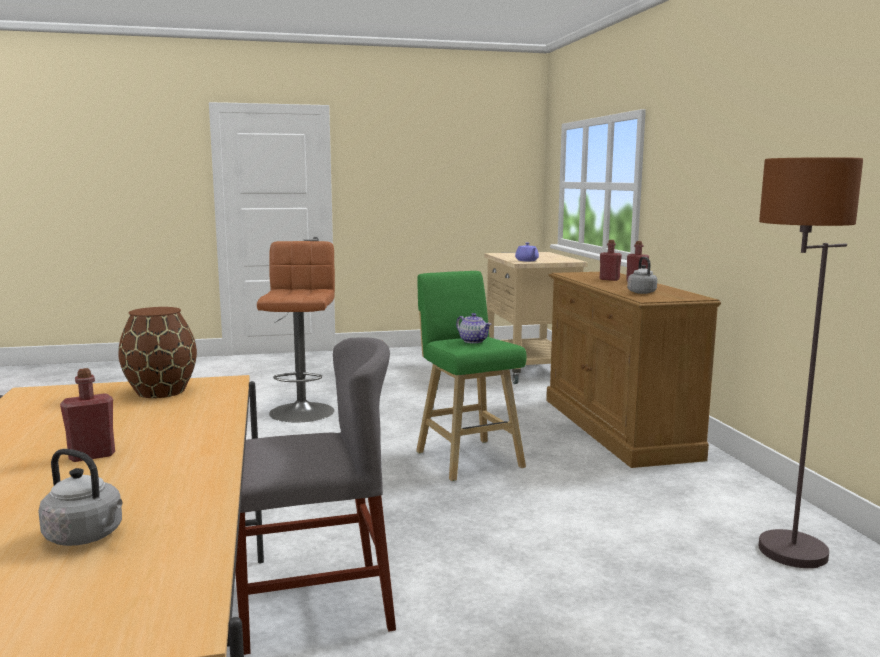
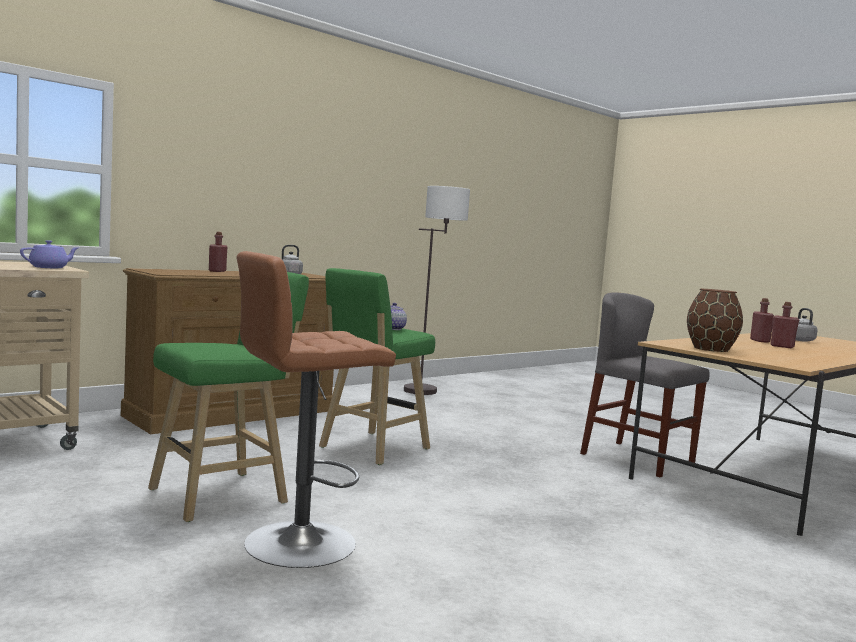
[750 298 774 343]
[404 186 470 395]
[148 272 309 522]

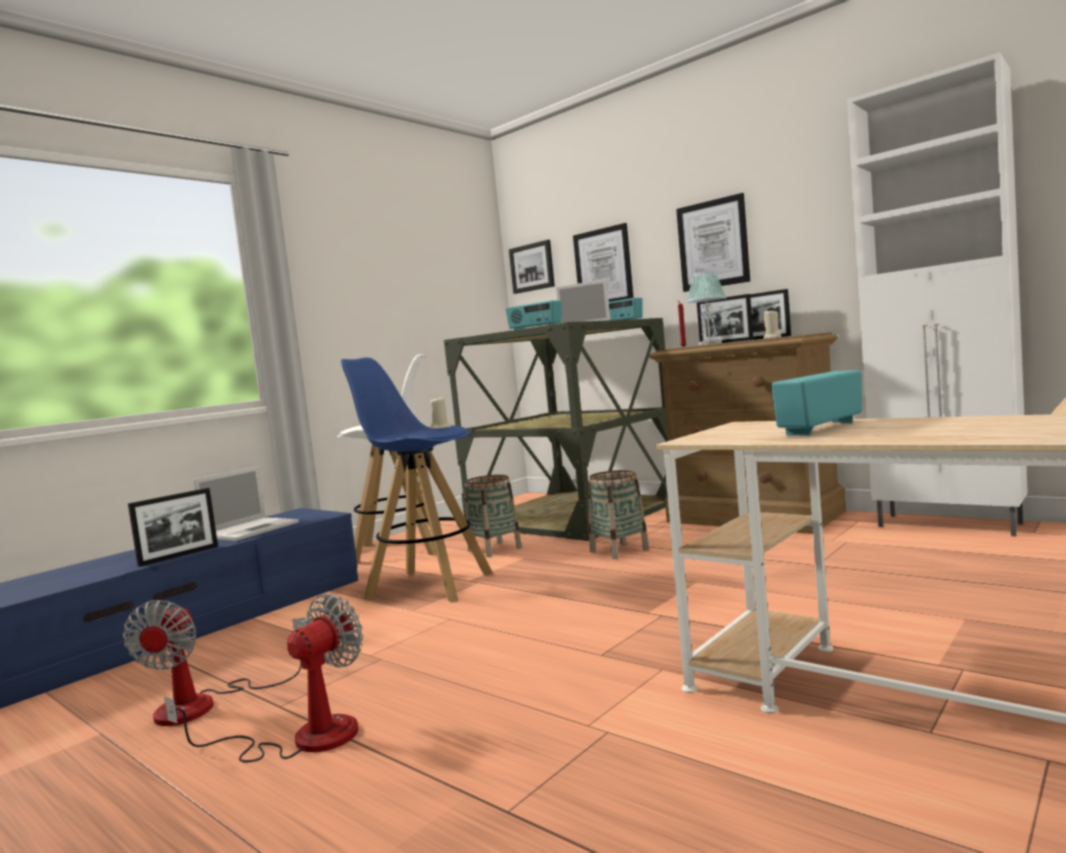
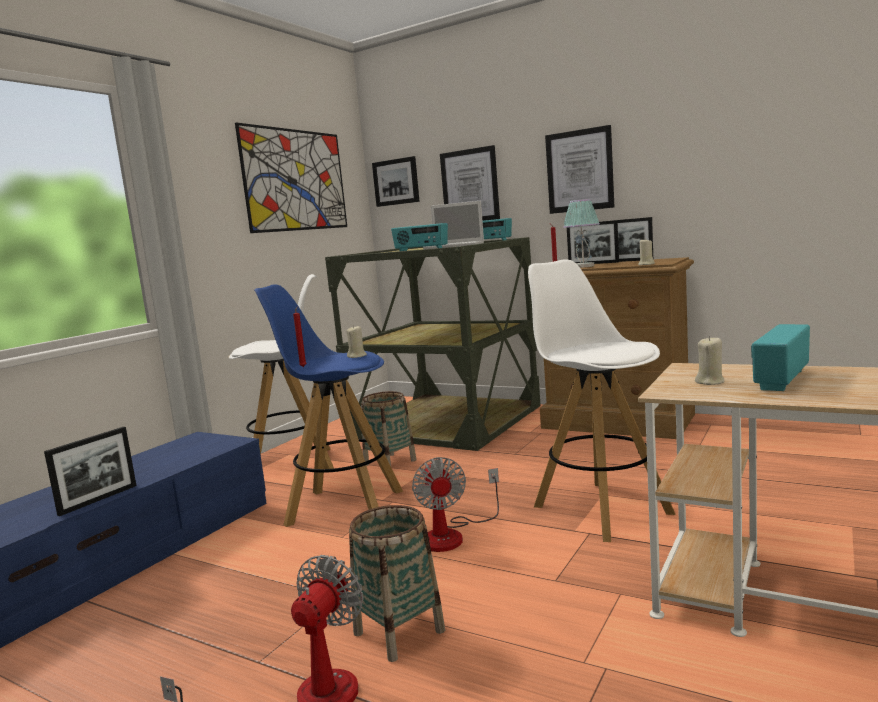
[412 457 499 552]
[193 466 299 541] (first image)
[349 505 445 662]
[847 52 1028 536] (first image)
[235 122 347 233]
[293 307 307 367]
[528 259 676 542]
[695 336 725 385]

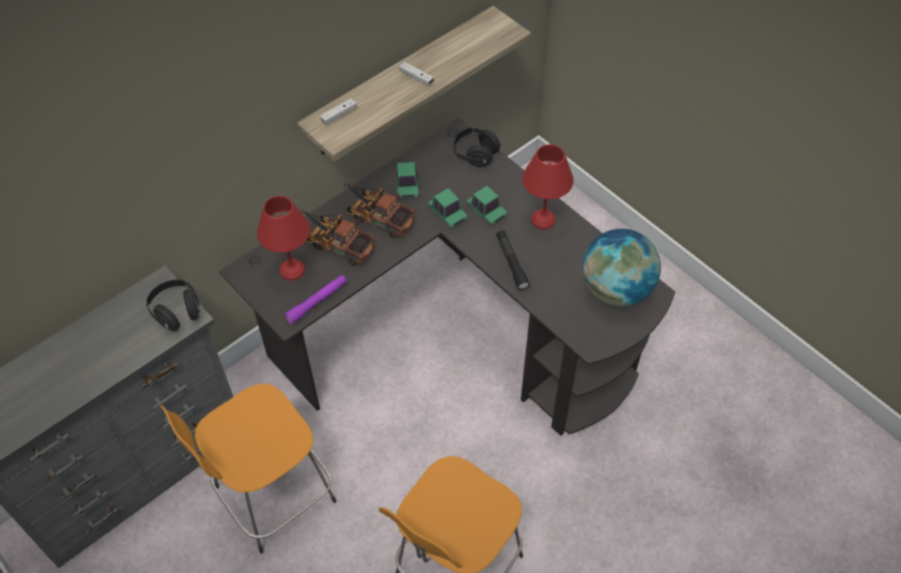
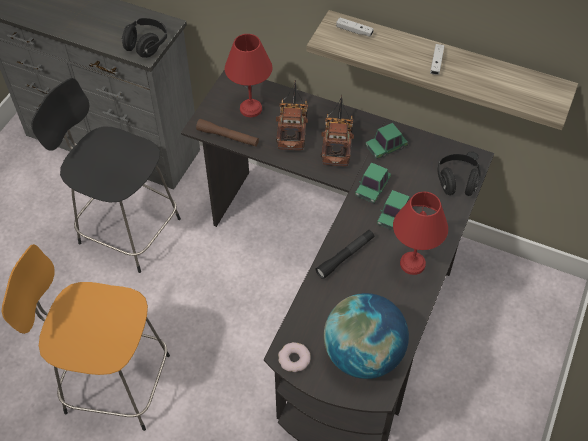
[31 78 181 273]
[196 119 259 147]
[278 342 311 372]

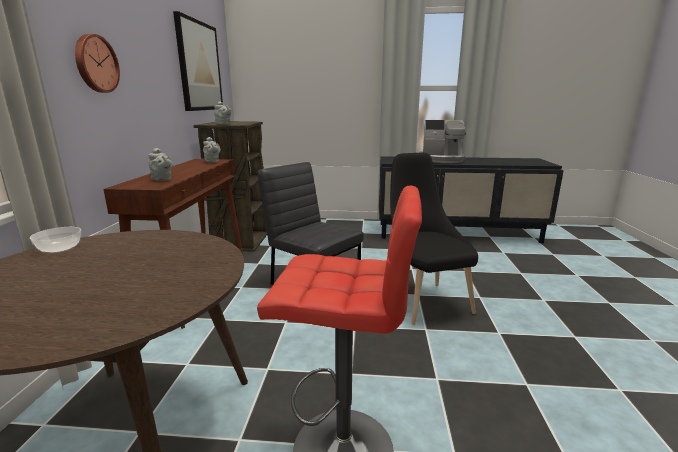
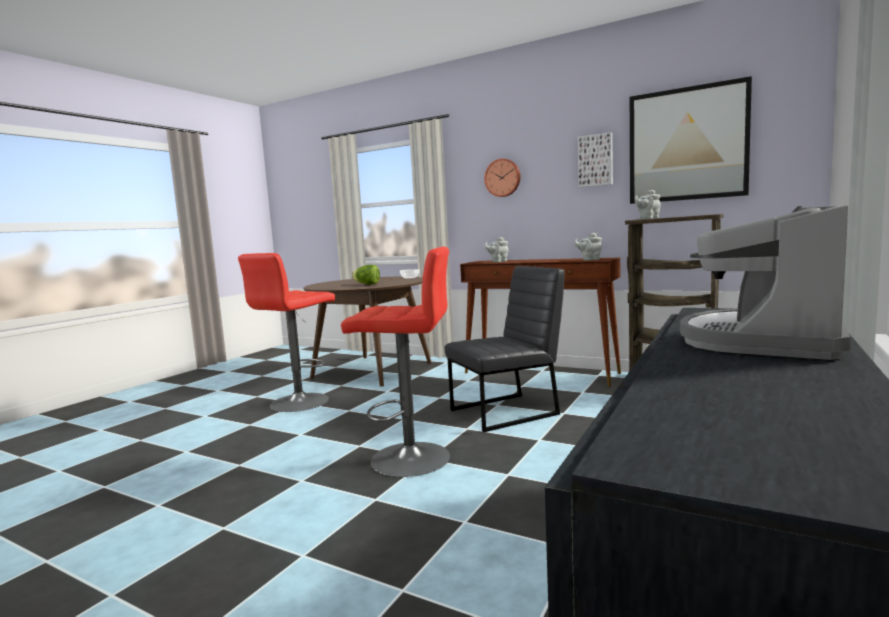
[341 246 450 477]
[352 265 380 284]
[578 132 613 187]

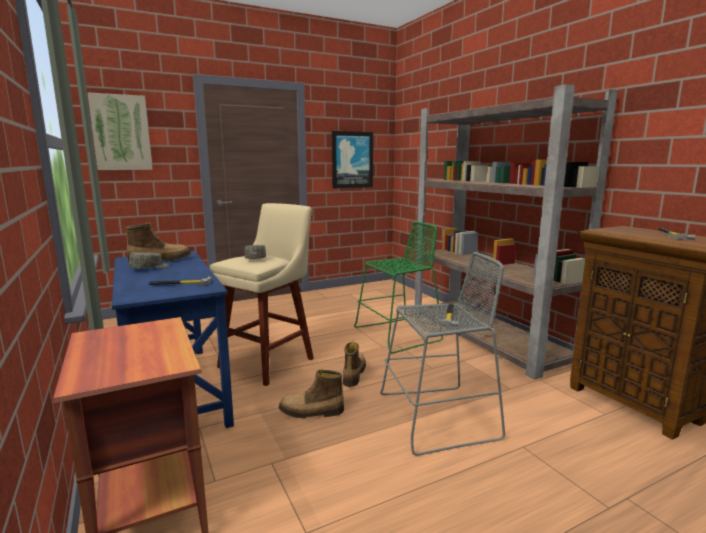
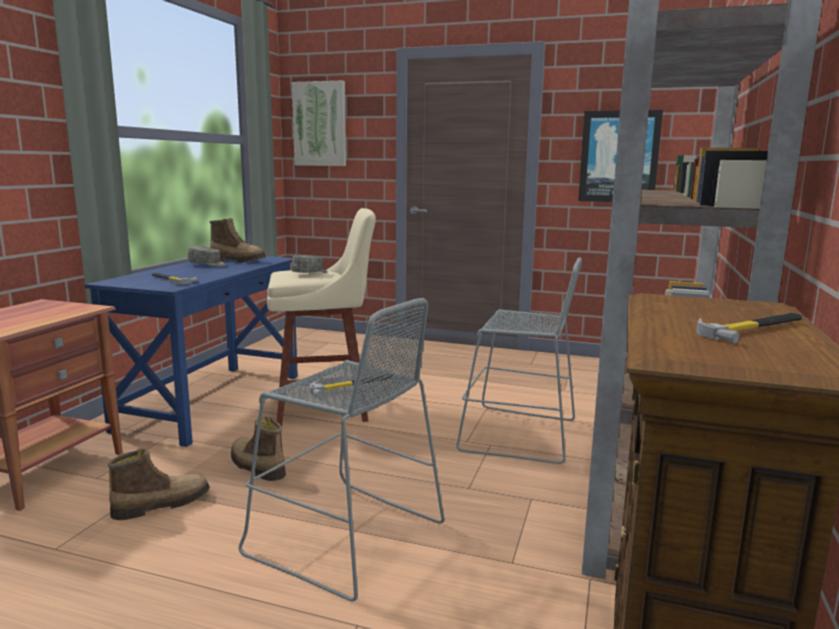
[108 449 210 520]
[456 257 582 464]

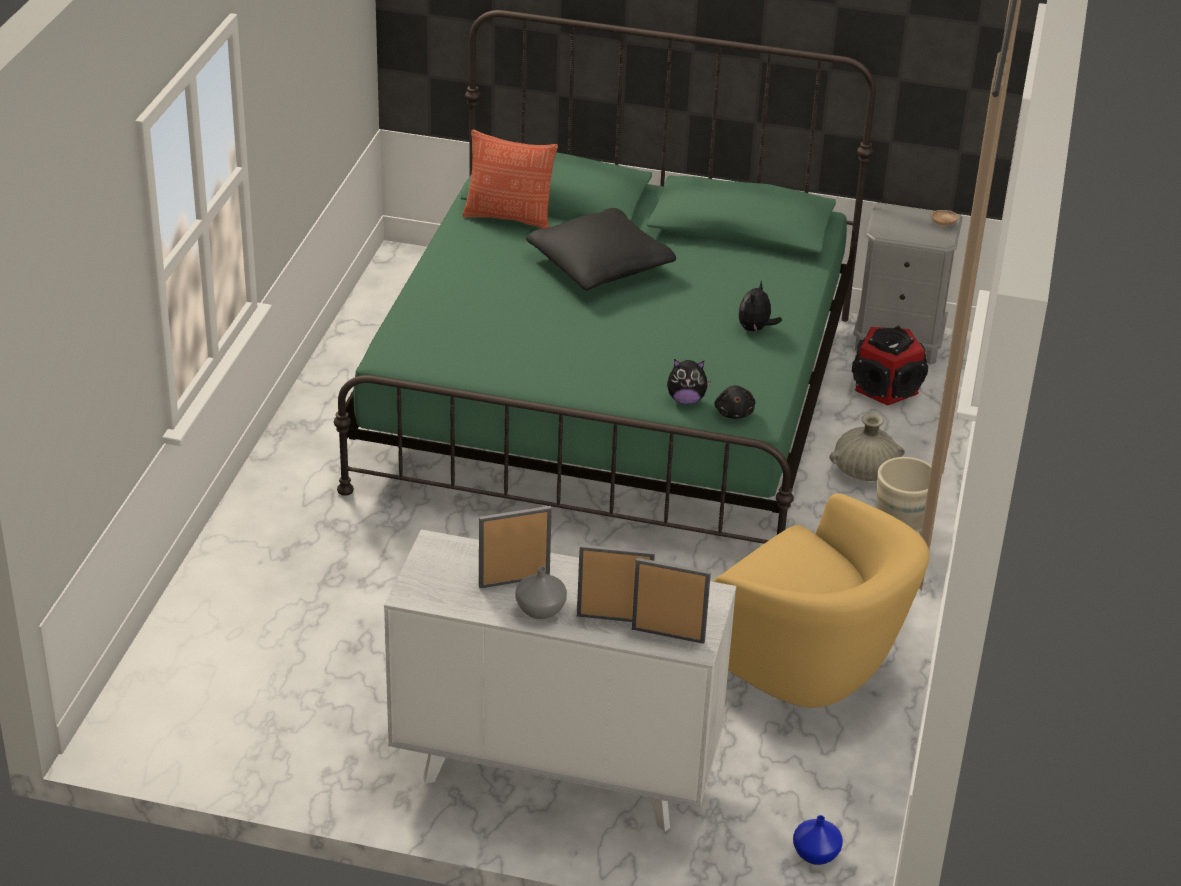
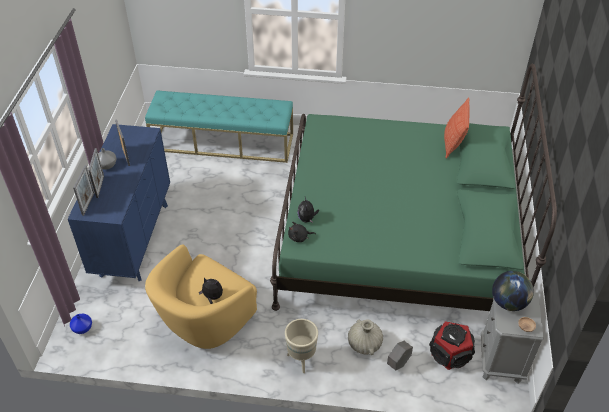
[68 124 170 281]
[526 208 676 290] (first image)
[199 278 223 304]
[145 90 293 163]
[387 341 413 370]
[492 271 534 311]

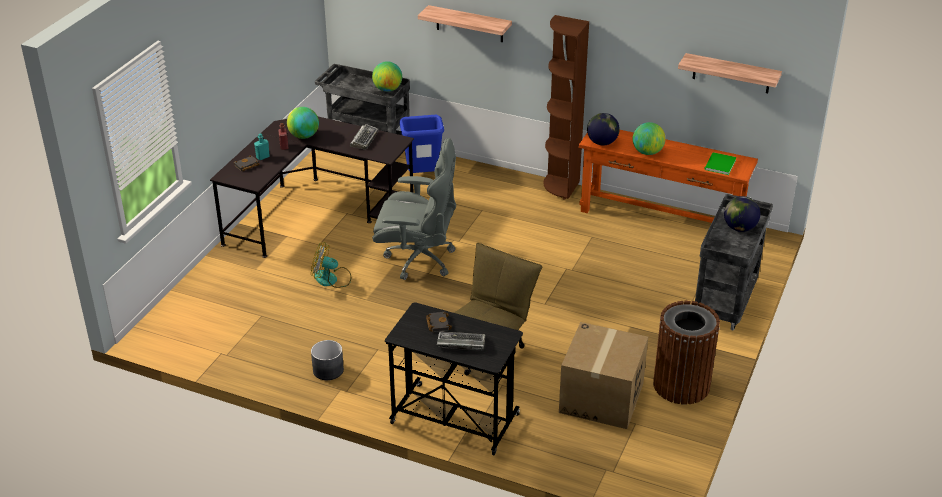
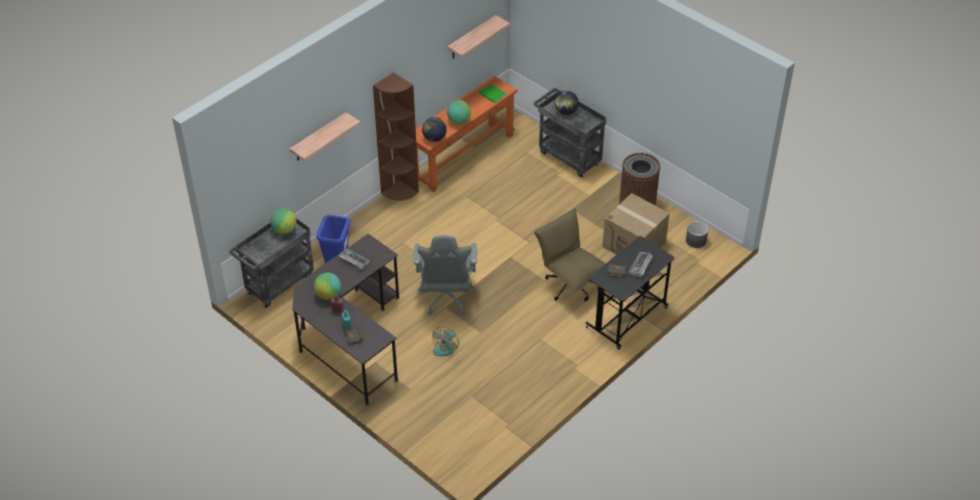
[686 221 709 248]
[414 235 477 315]

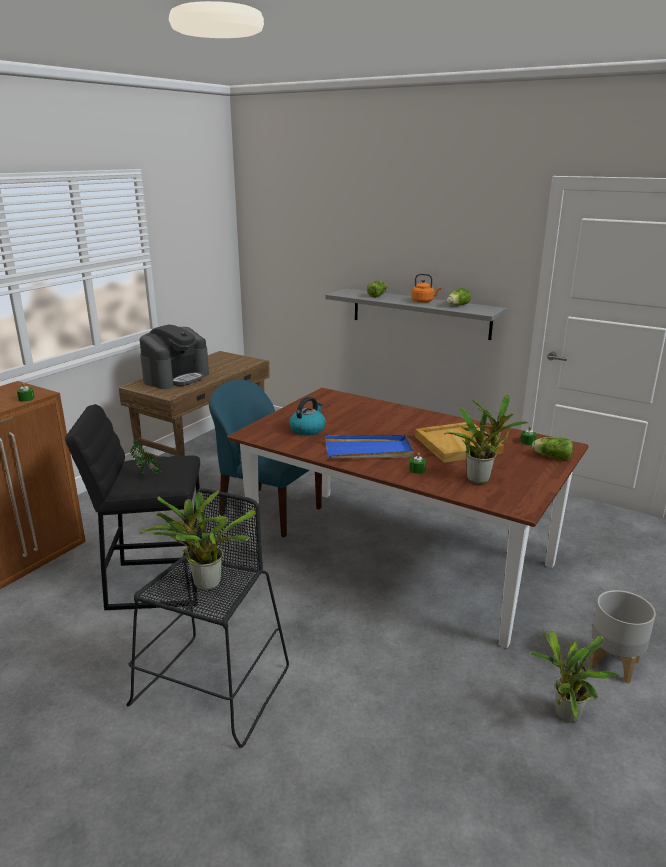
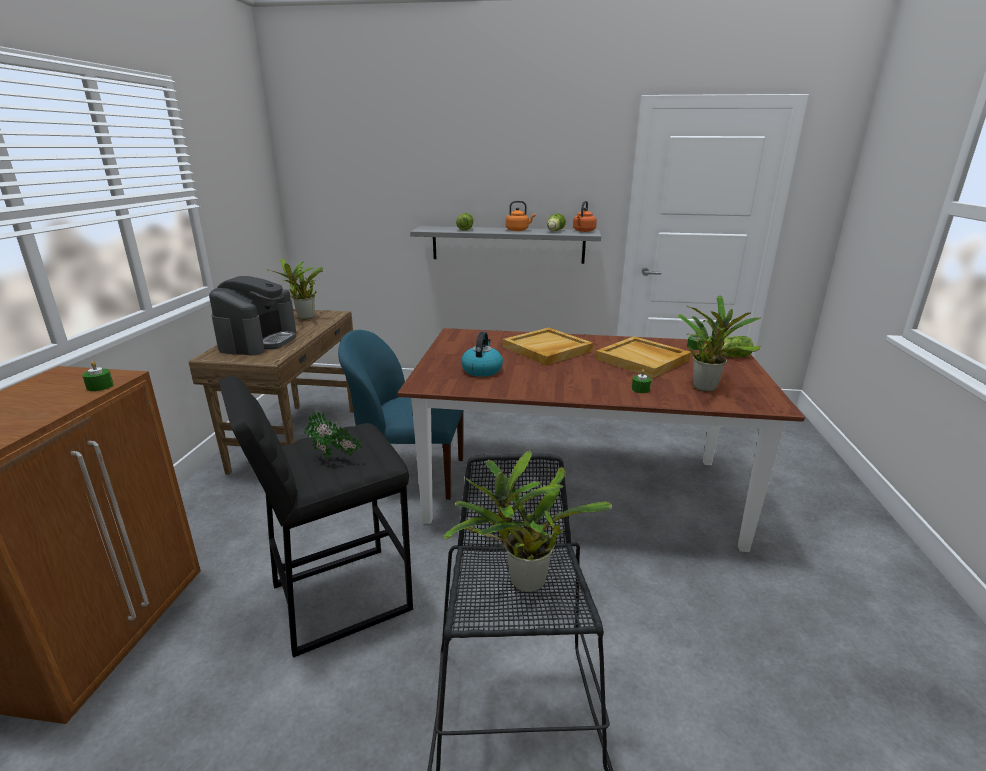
[325 435 414 458] (first image)
[266 258 323 319]
[589 590 656 683] (first image)
[503 328 593 365]
[573 201 597 232]

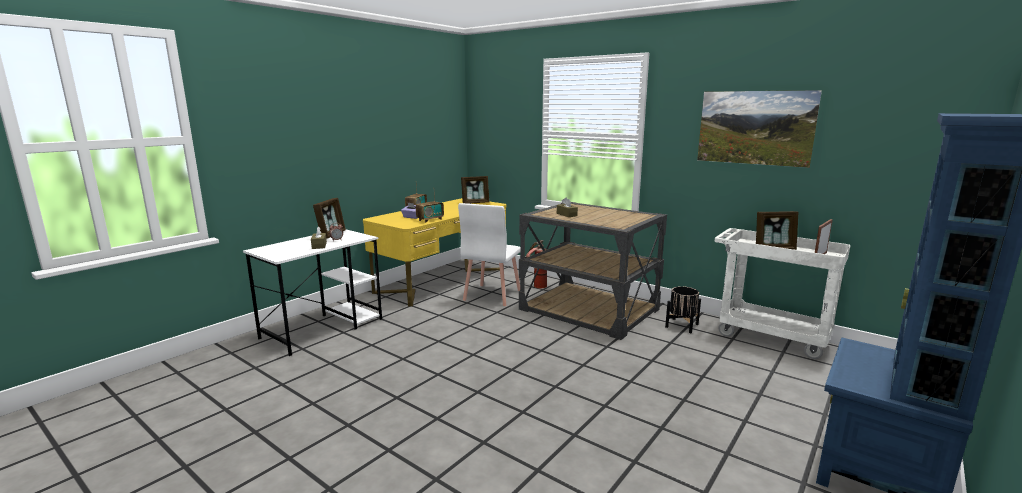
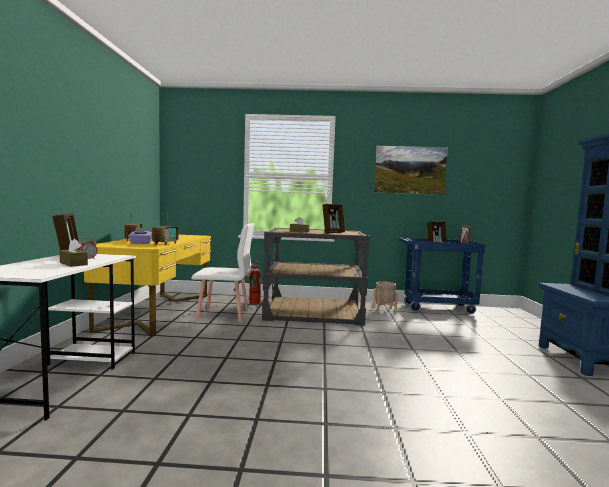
[191 223 254 322]
[322 204 345 234]
[373 282 398 314]
[399 238 486 314]

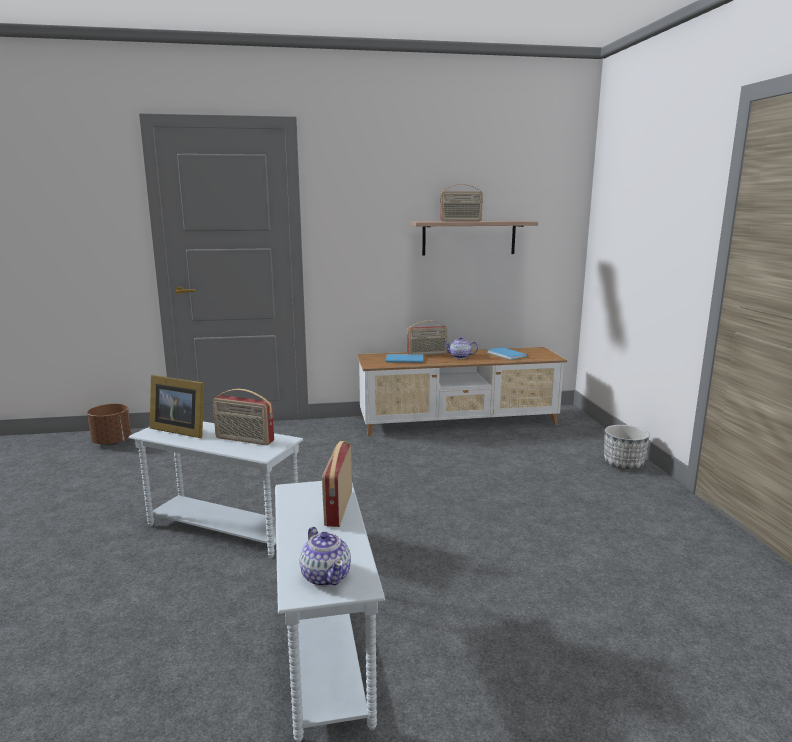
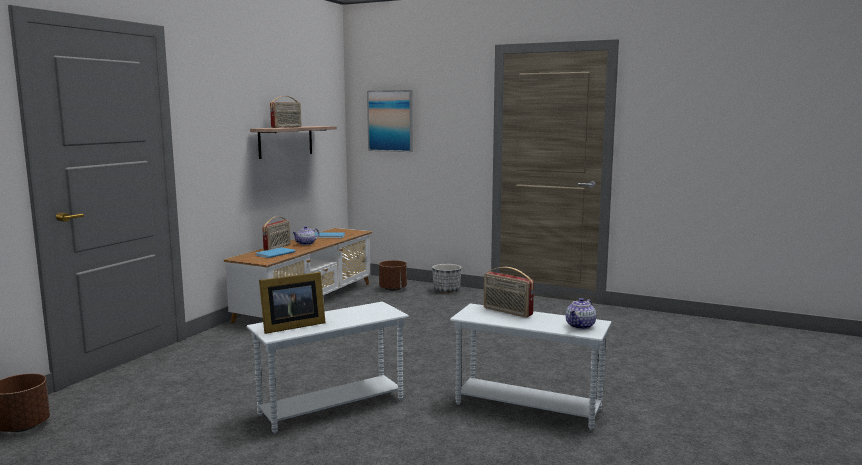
[213 389 274 445] (first image)
[566 298 596 329]
[367 90 413 152]
[379 260 407 291]

